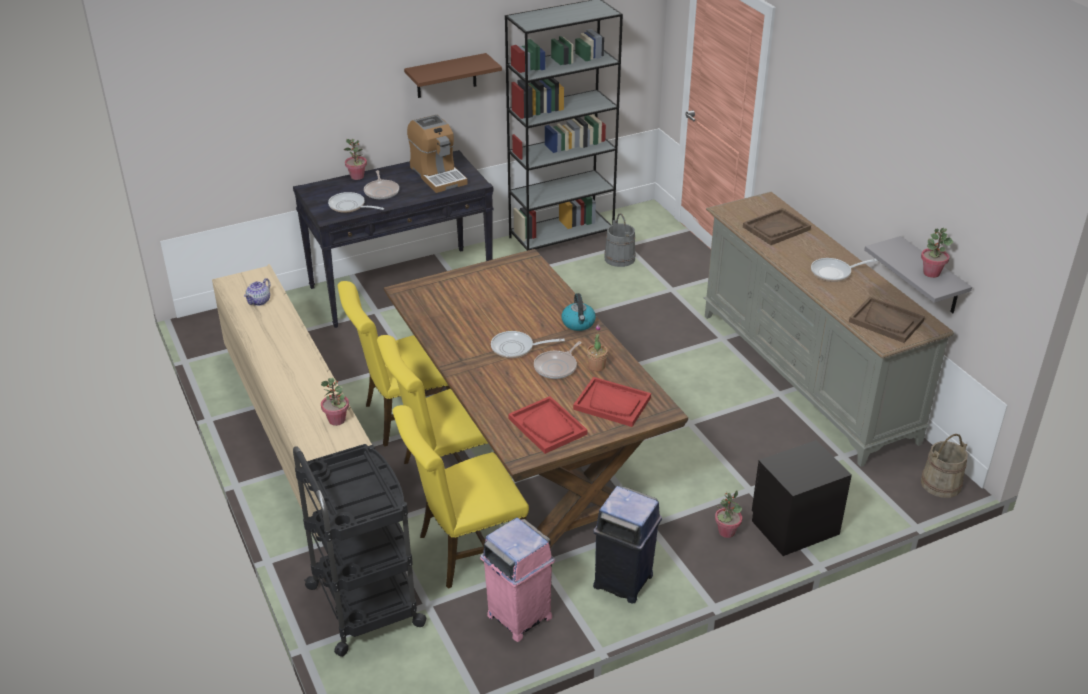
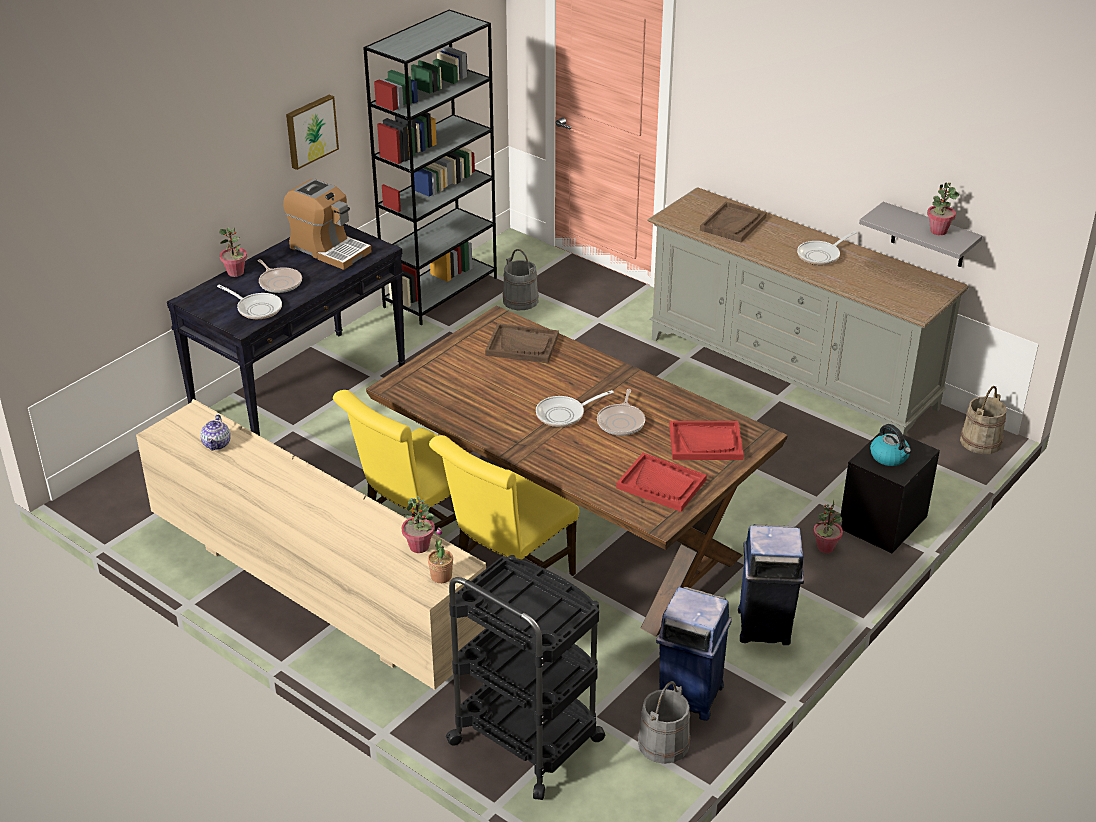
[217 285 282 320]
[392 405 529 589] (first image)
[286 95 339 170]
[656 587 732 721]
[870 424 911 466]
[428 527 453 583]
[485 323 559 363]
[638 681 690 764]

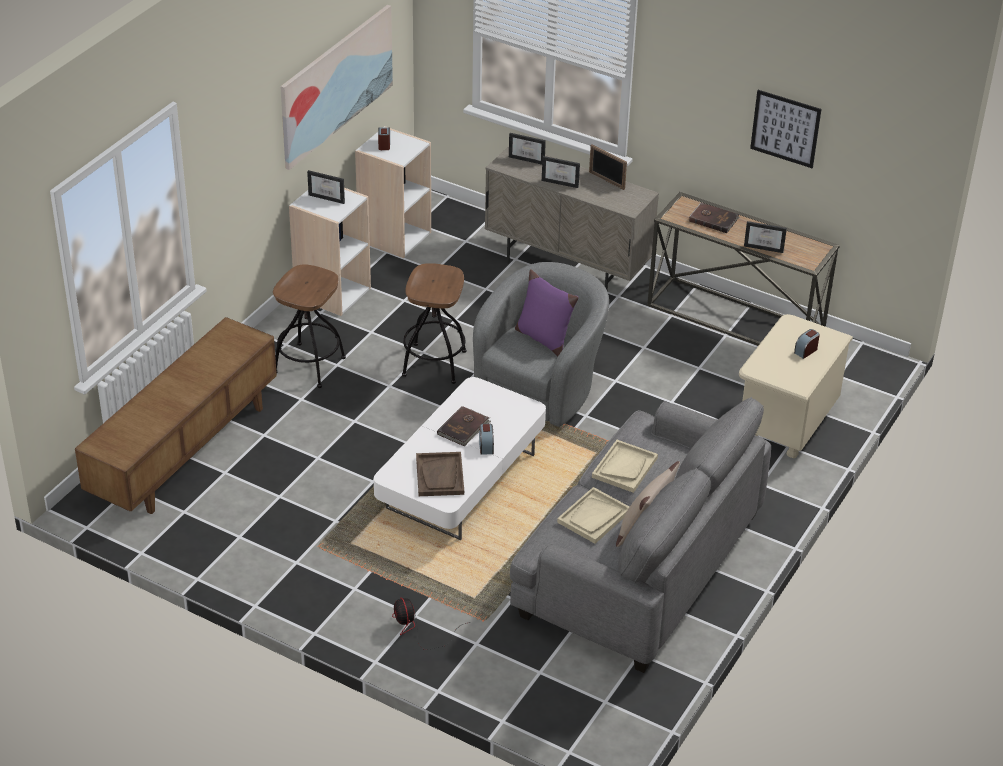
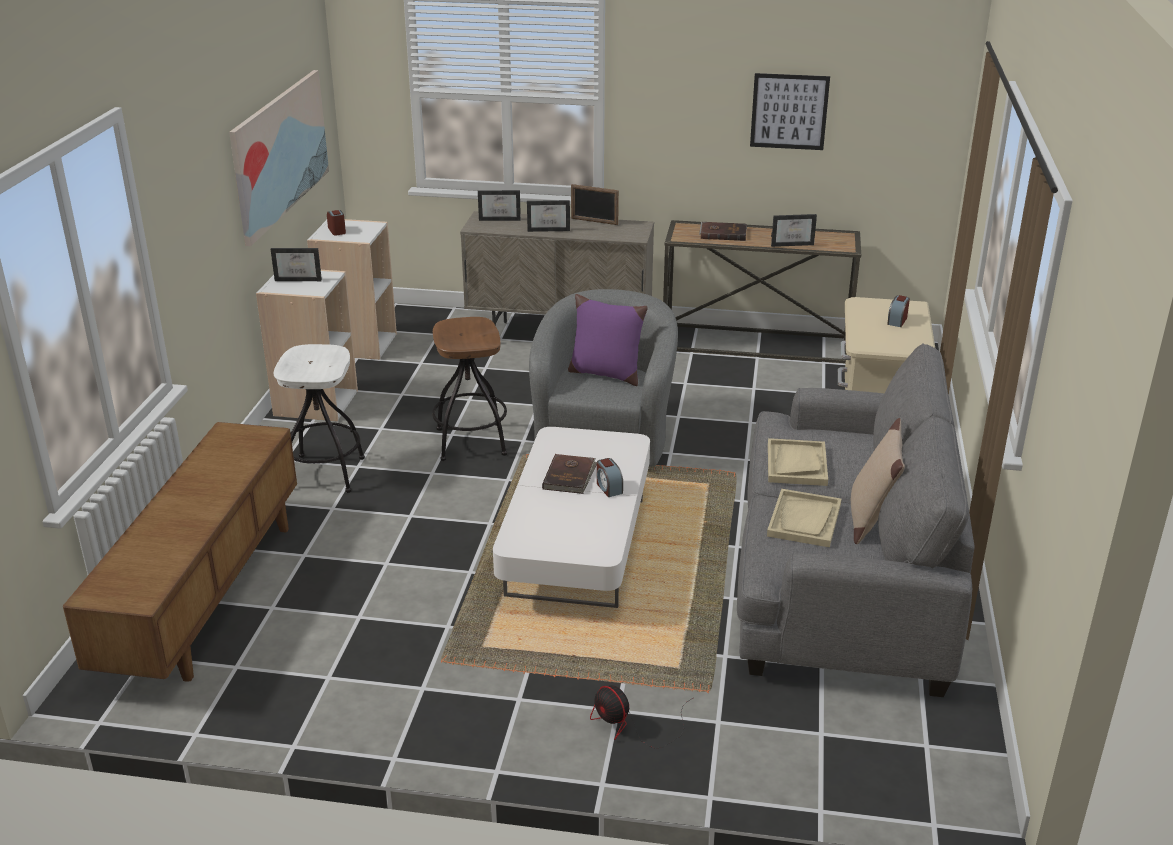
[274 344 365 493]
[416 452 464 496] (first image)

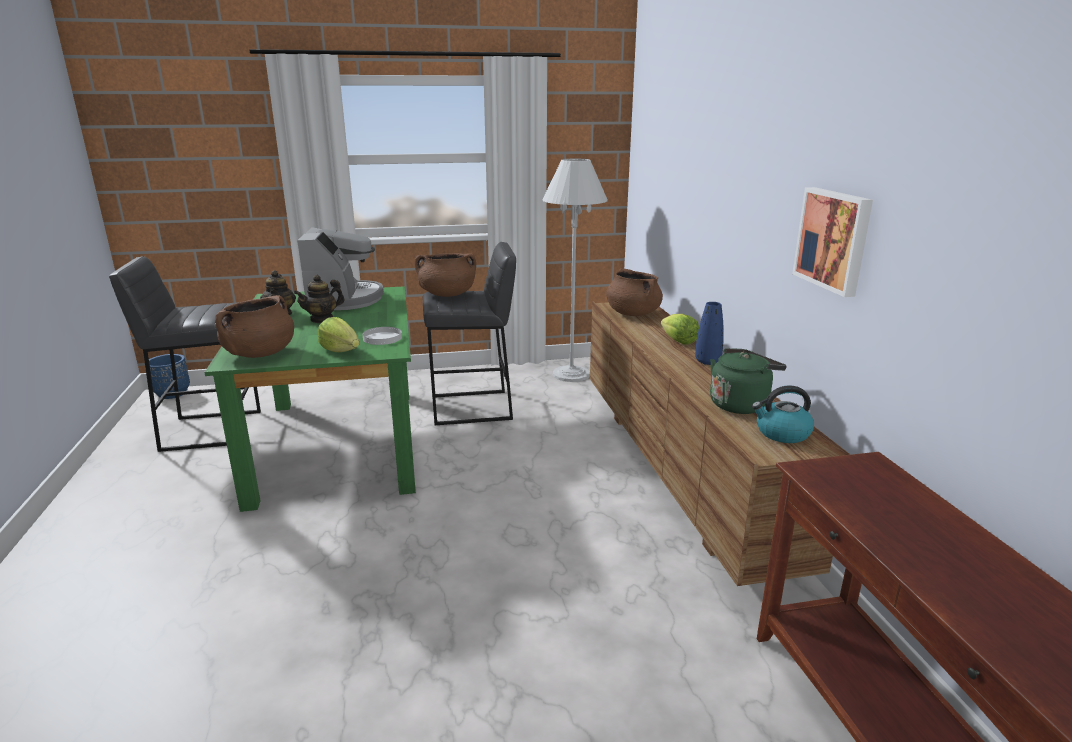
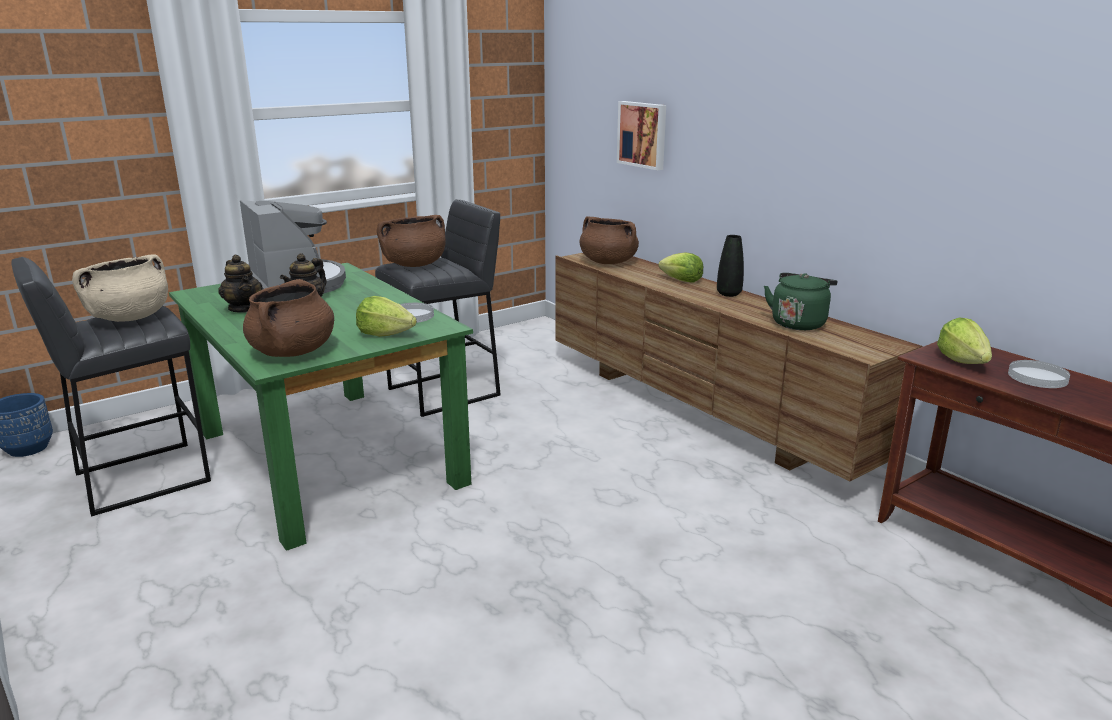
[542 159 608 382] (first image)
[717 235 744 297]
[752 385 814 443] (first image)
[617 101 666 170]
[72 255 168 322]
[937 318 992 364]
[1008 360 1070 388]

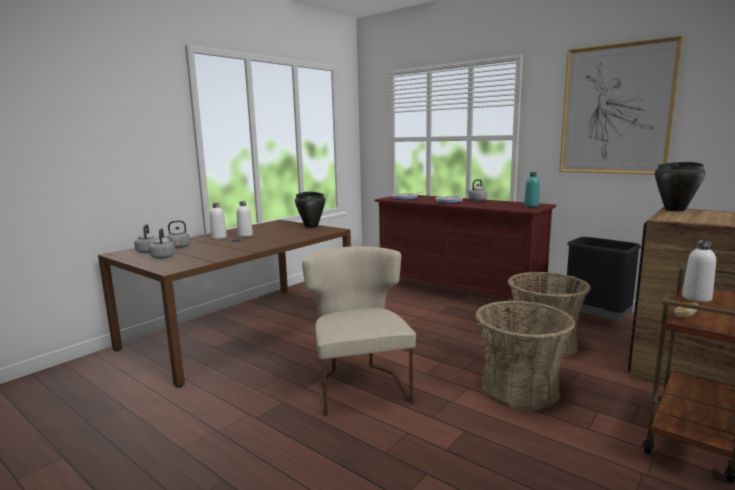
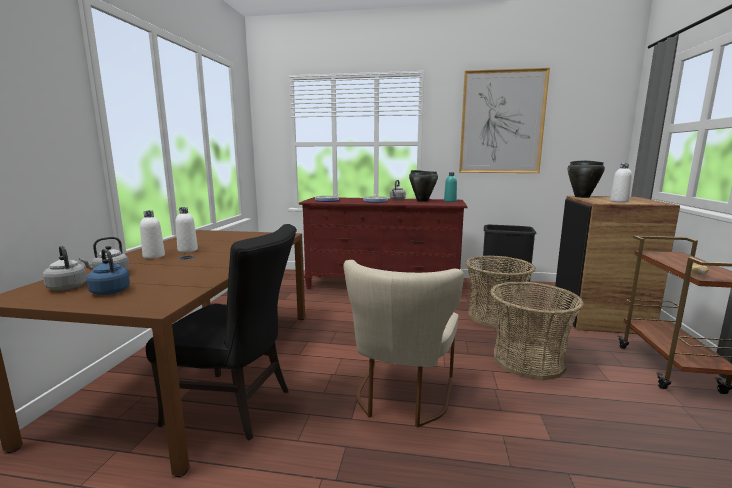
[86 249 130 295]
[409 170 438 202]
[344 260 464 427]
[610 163 632 202]
[146 224 297 441]

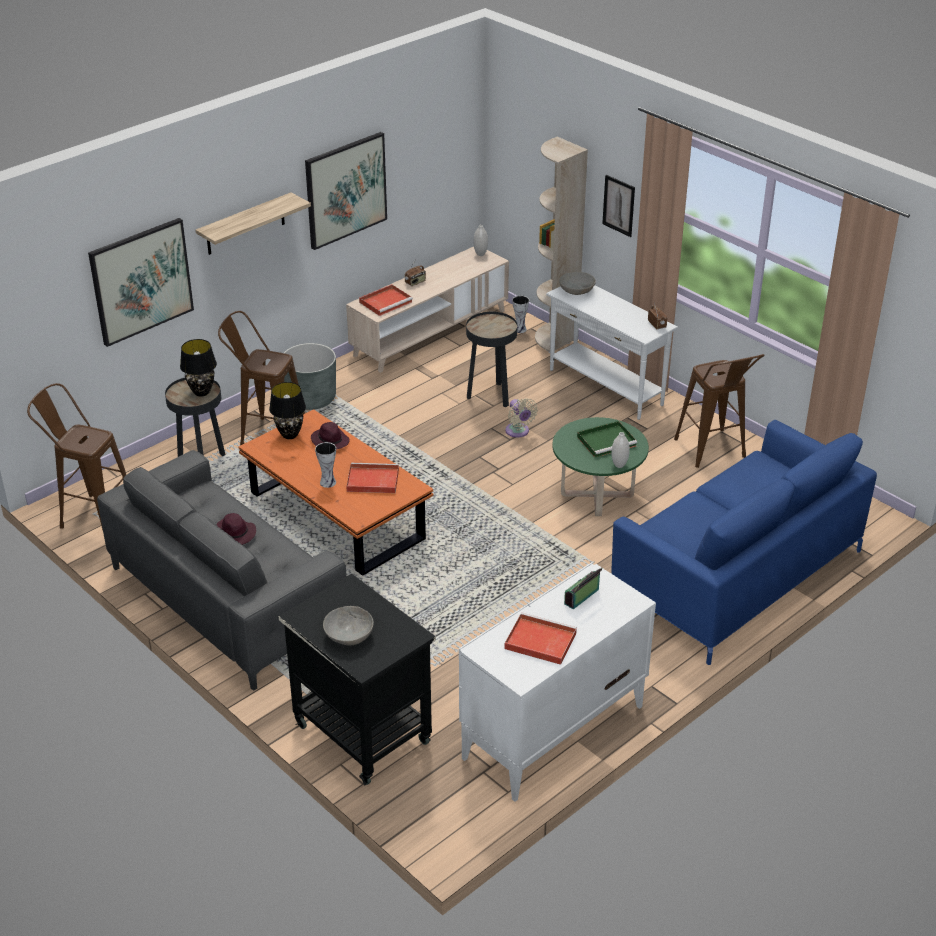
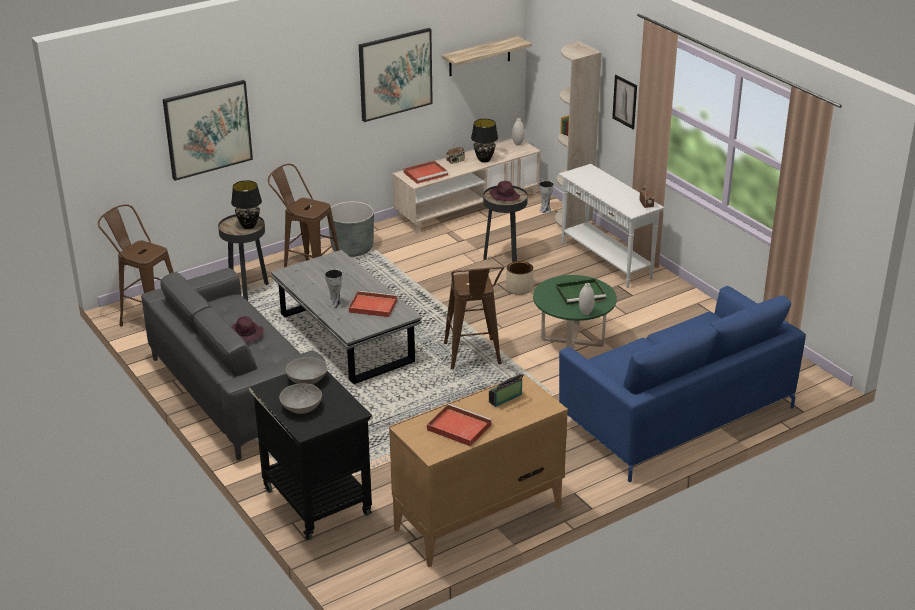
[442 36 532 76]
[271 250 422 384]
[471 119 498 163]
[490 181 520 201]
[389 375 568 567]
[506 261 534 295]
[286 357 327 384]
[444 267 504 369]

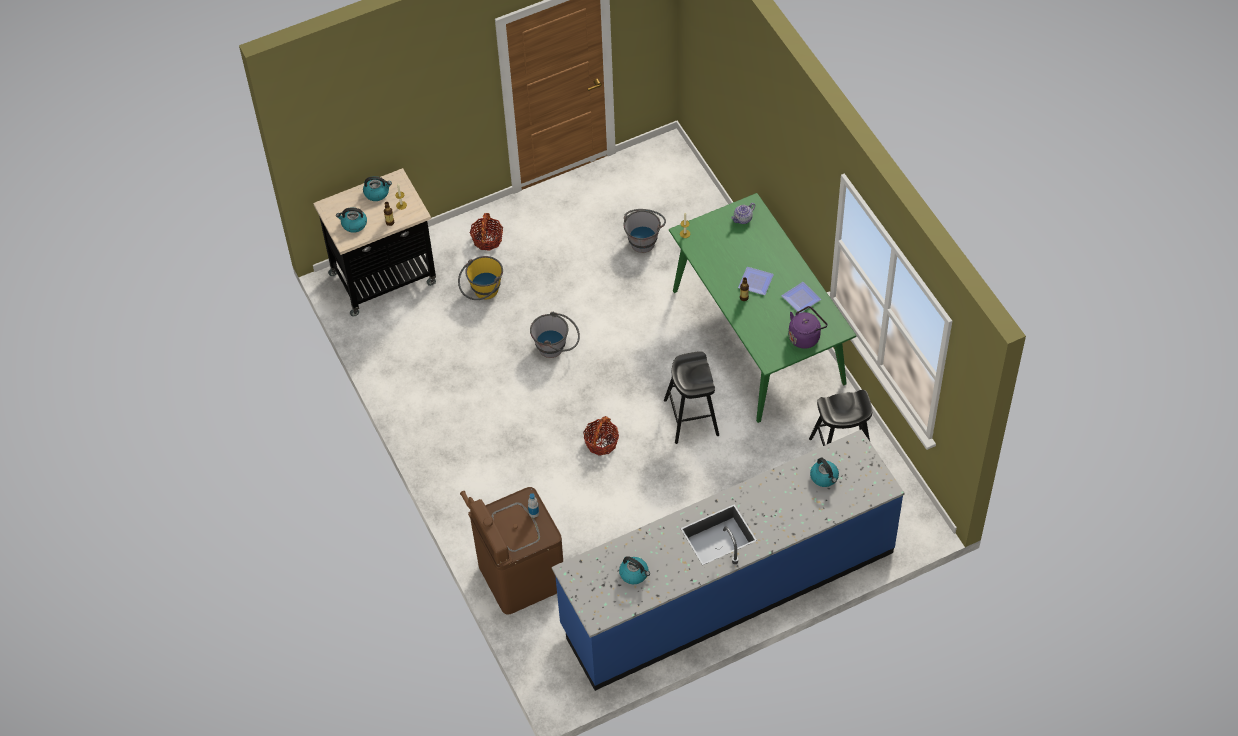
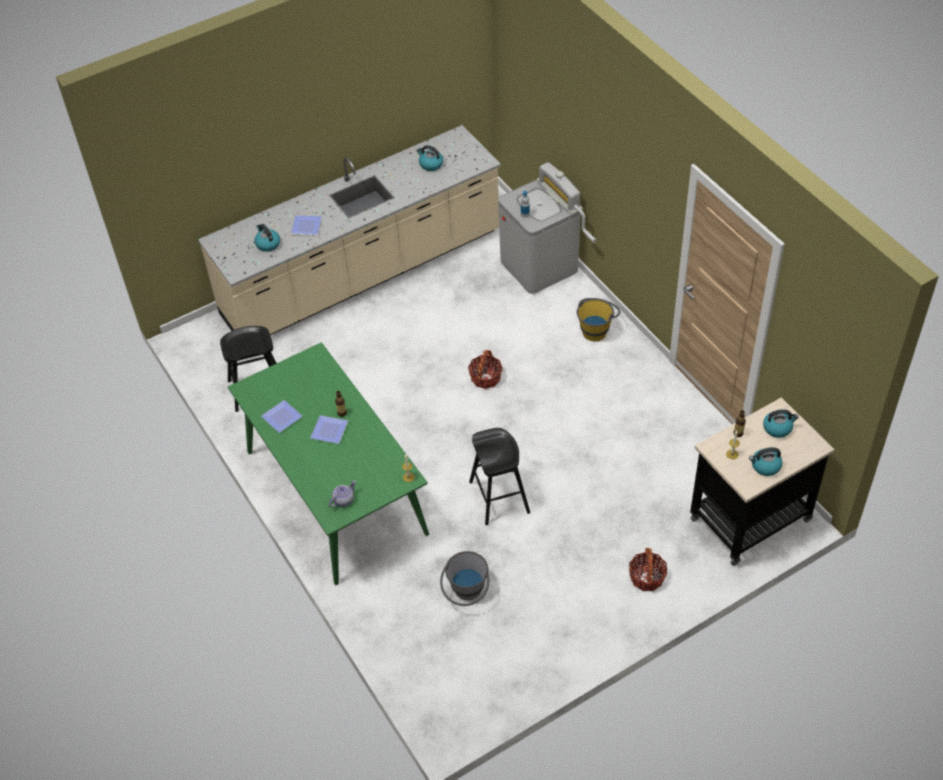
[577 298 620 341]
[498 162 597 294]
[530 312 580 358] (first image)
[198 125 501 335]
[469 428 530 525]
[789 306 828 349] (first image)
[291 215 322 235]

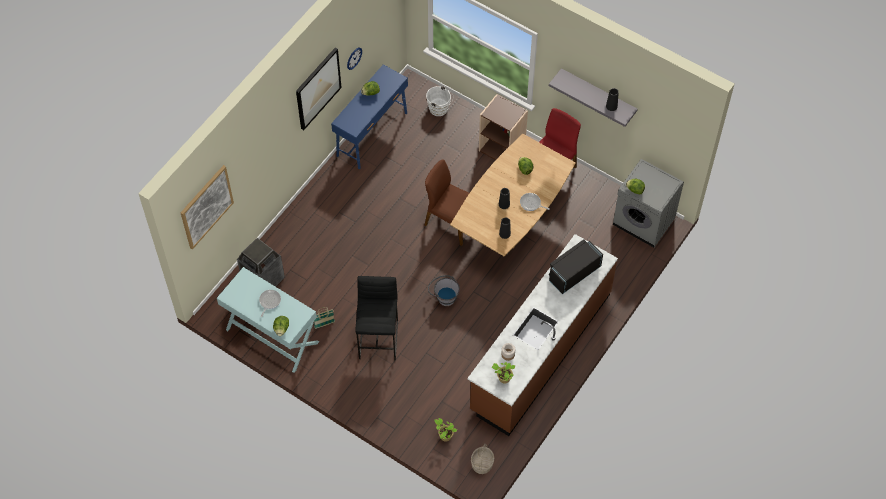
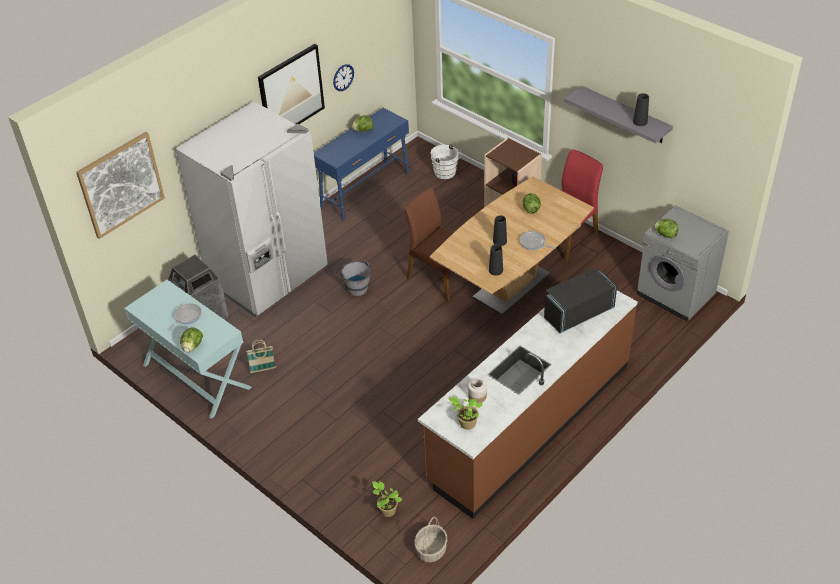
[355 276 398 360] (first image)
[335 261 371 296]
[175 101 328 318]

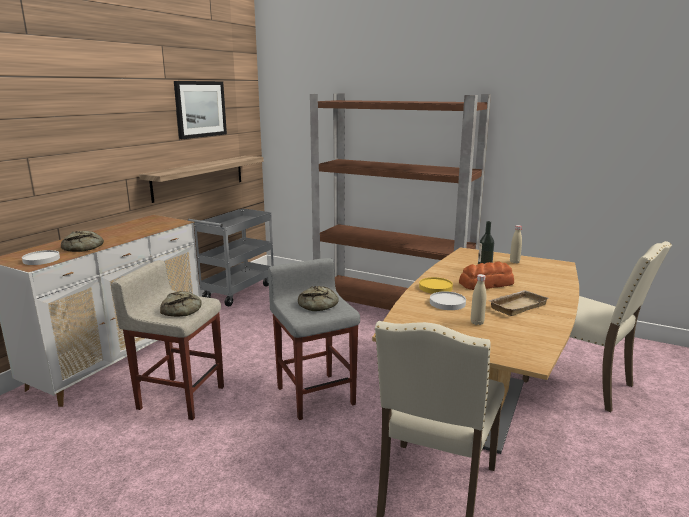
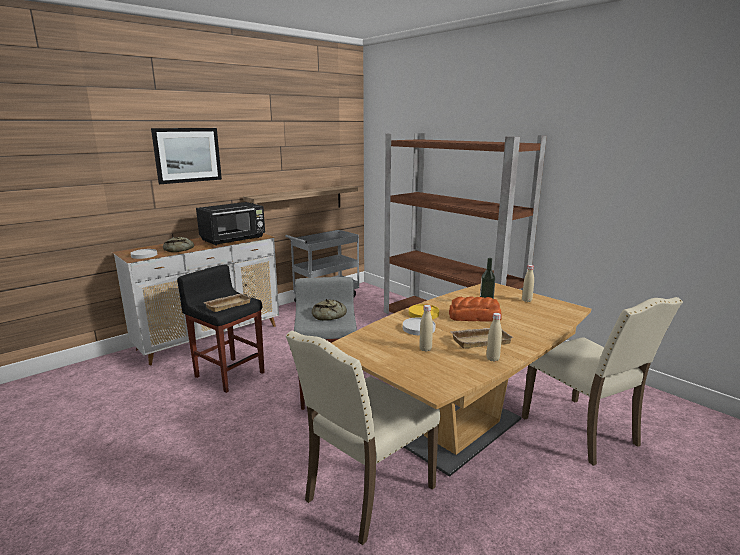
[177 265 265 393]
[203 293 251 312]
[151 128 222 184]
[196 202 265 246]
[486 313 502 362]

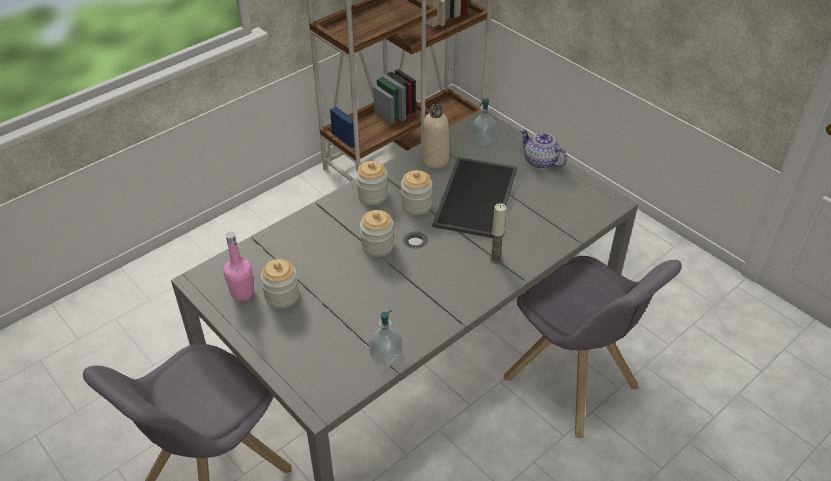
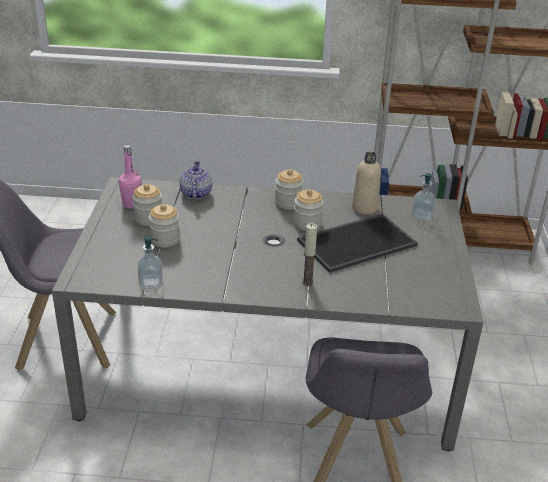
[149 204 180 247]
[180 160 212 200]

